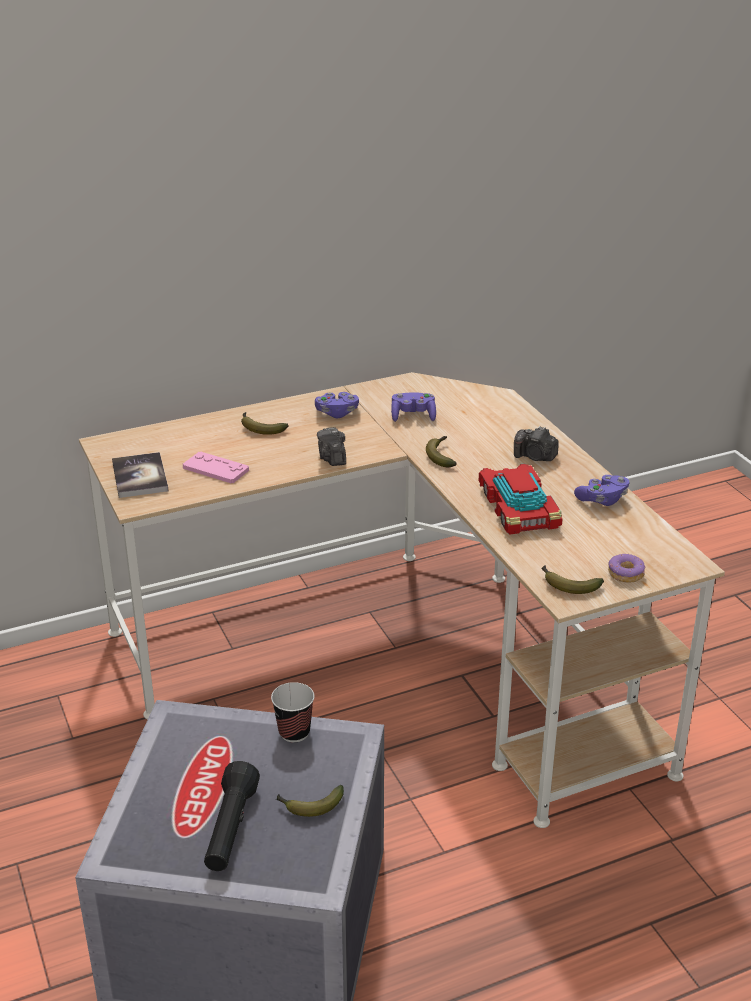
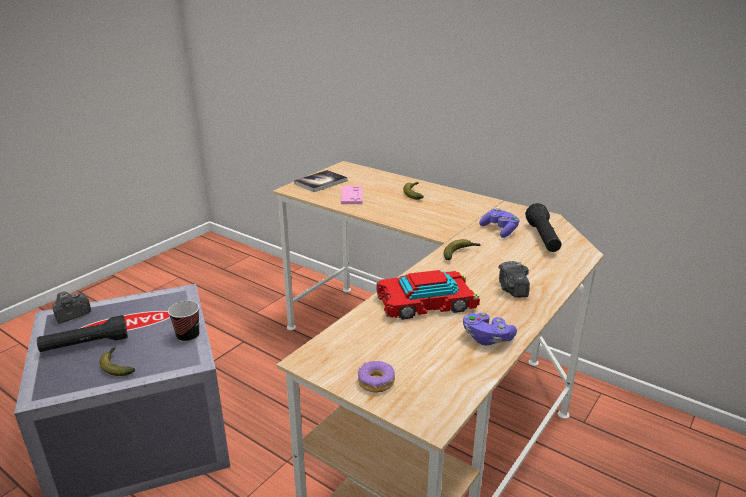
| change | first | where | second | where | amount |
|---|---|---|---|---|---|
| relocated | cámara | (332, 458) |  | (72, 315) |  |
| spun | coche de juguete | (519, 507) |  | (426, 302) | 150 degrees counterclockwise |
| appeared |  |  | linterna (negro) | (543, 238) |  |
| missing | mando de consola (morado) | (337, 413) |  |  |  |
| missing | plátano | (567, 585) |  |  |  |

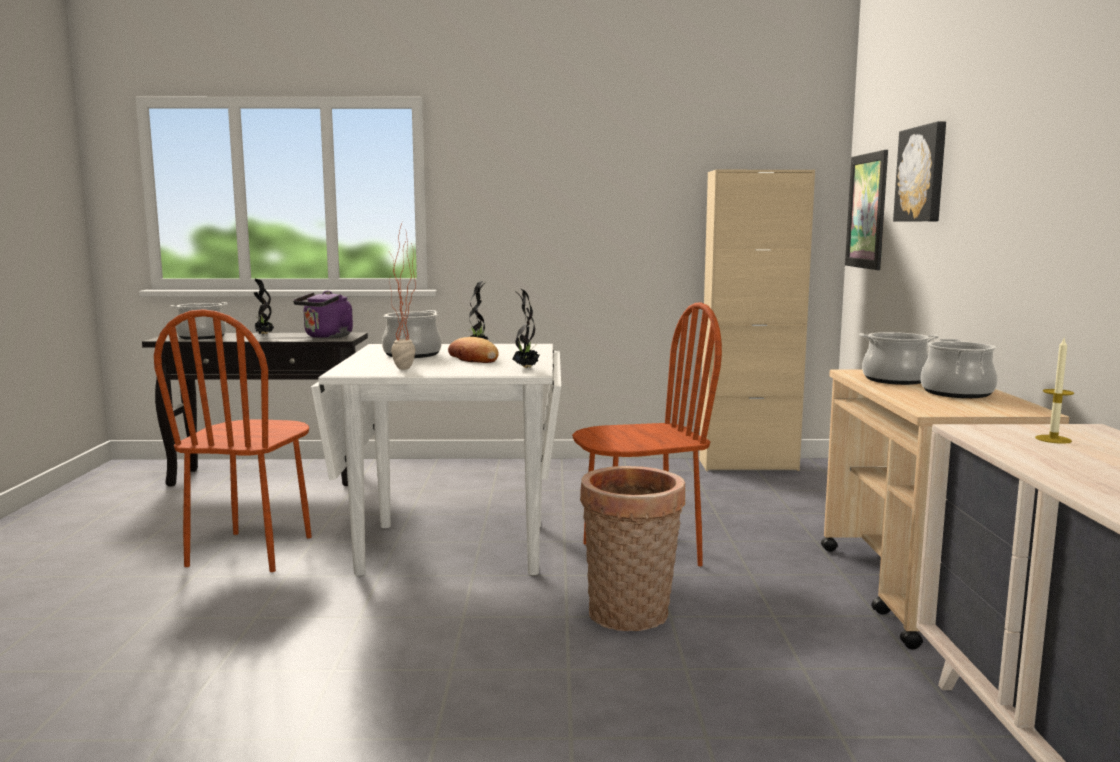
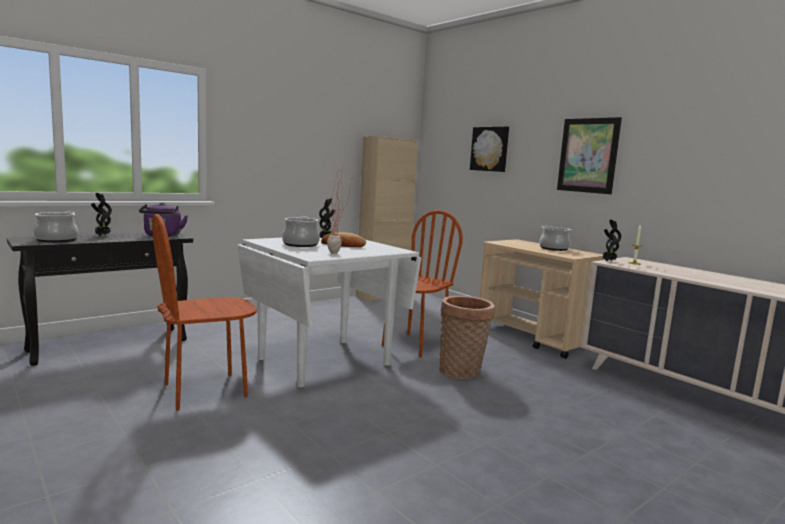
| change | first | where | second | where | amount |
|---|---|---|---|---|---|
| spun | silla (marrón) | (251, 551) |  | (205, 391) | 90 degrees clockwise |
| relocated | cuadro | (866, 211) |  | (588, 155) |  |
| relocated | planta en maceta | (525, 368) |  | (608, 261) |  |
| missing | olla | (895, 380) |  |  |  |

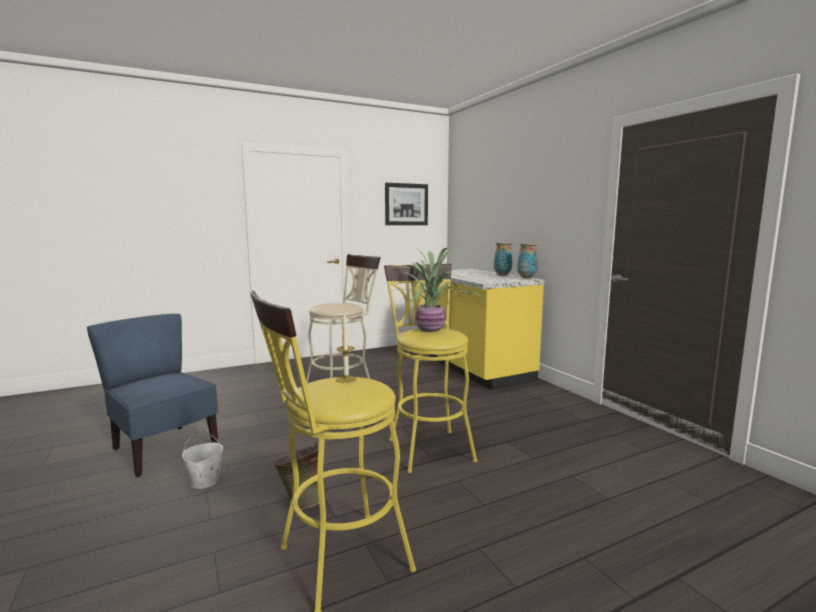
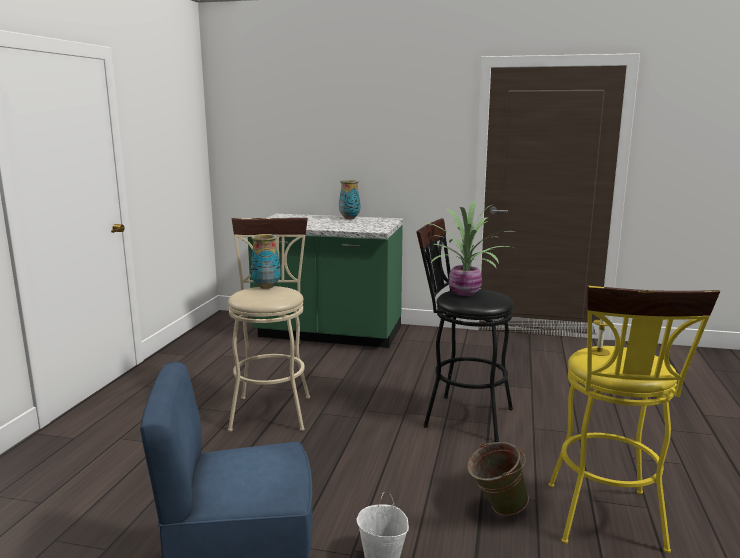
| change | first | where | second | where | amount |
|---|---|---|---|---|---|
| colour | mueble bajo de cocina (amarillo) | (474, 369) | mueble bajo de cocina (verde) | (329, 334) |  |
| relocated | florero | (526, 278) |  | (266, 287) |  |
| colour | taburete (amarillo) | (428, 446) | taburete (negro) | (460, 416) |  |
| missing | cuadro | (406, 204) |  |  |  |

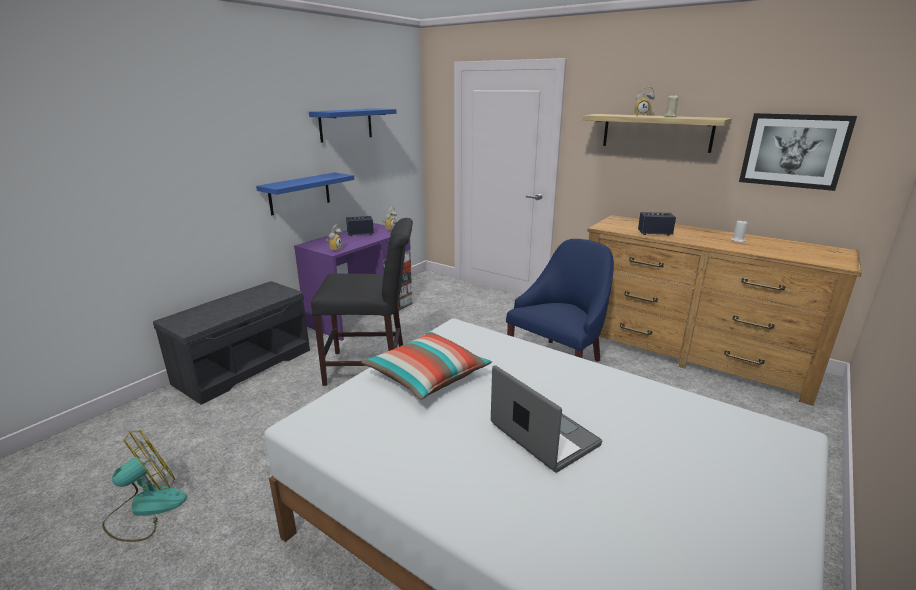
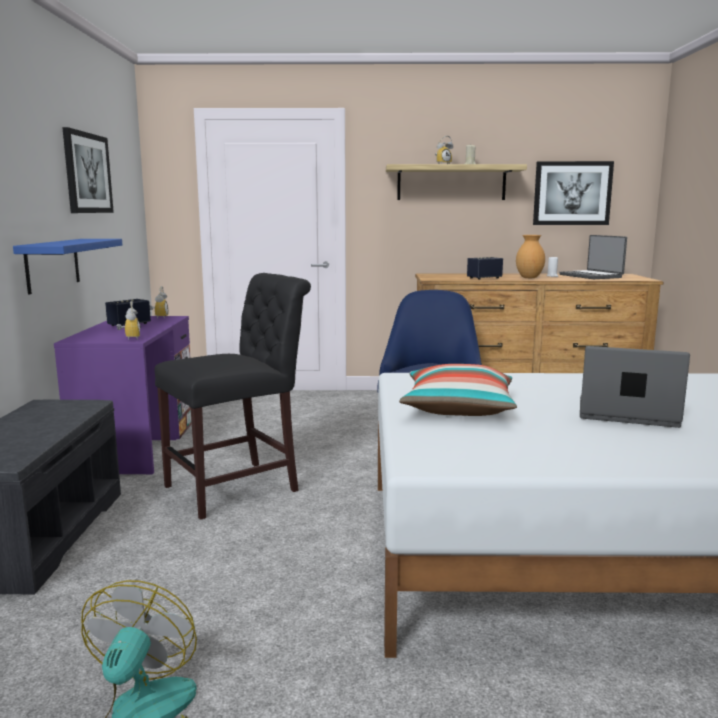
| change | first | where | second | where | amount |
|---|---|---|---|---|---|
| exchanged | estante (azul) | (346, 124) | cuadro | (87, 173) |  |
| appeared |  |  | florero (marrón) | (528, 278) |  |
| appeared |  |  | portátil | (591, 276) |  |

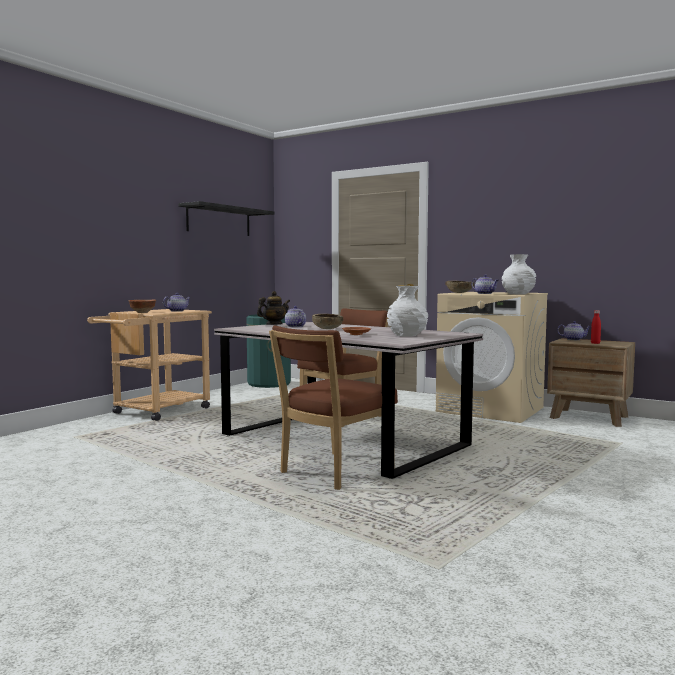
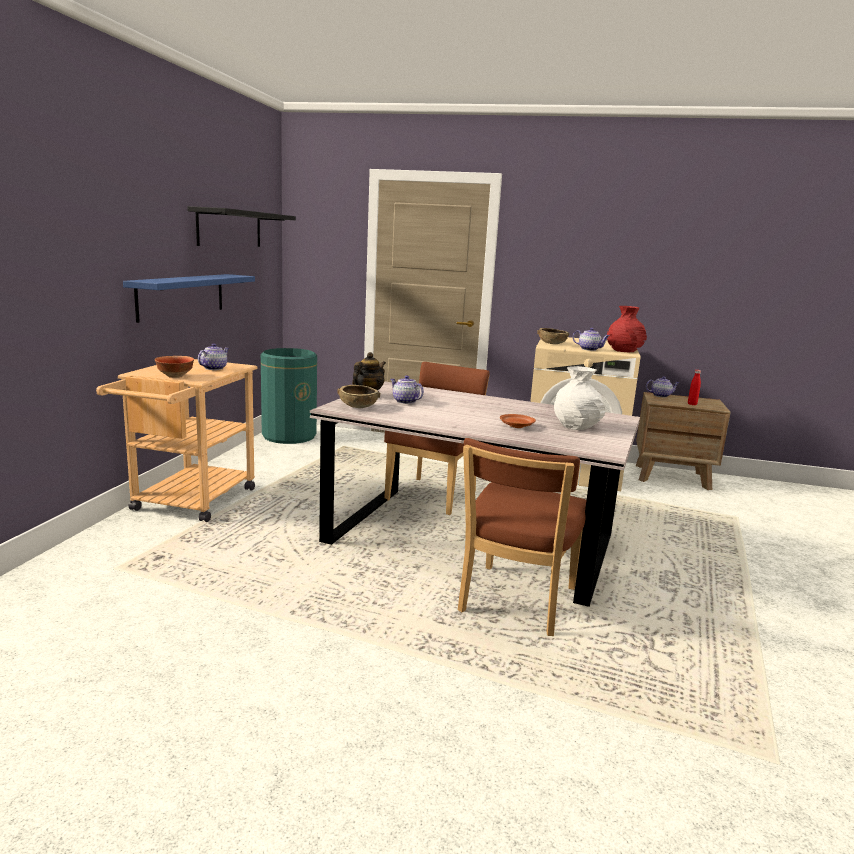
| change | first | where | second | where | amount |
|---|---|---|---|---|---|
| appeared |  |  | estante (azul) | (182, 296) |  |
| relocated | cuenco (marrón) | (327, 329) |  | (358, 406) |  |
| colour | florero (blanco) | (519, 294) | florero (rojo) | (624, 350) |  |

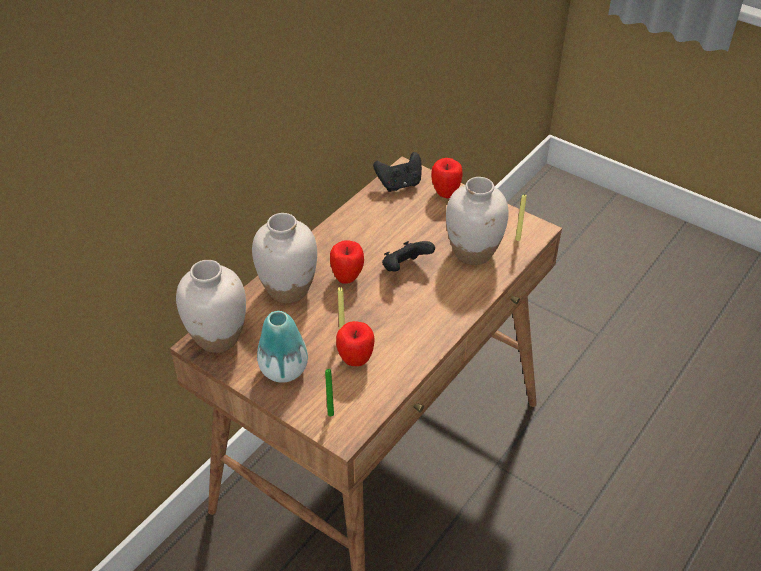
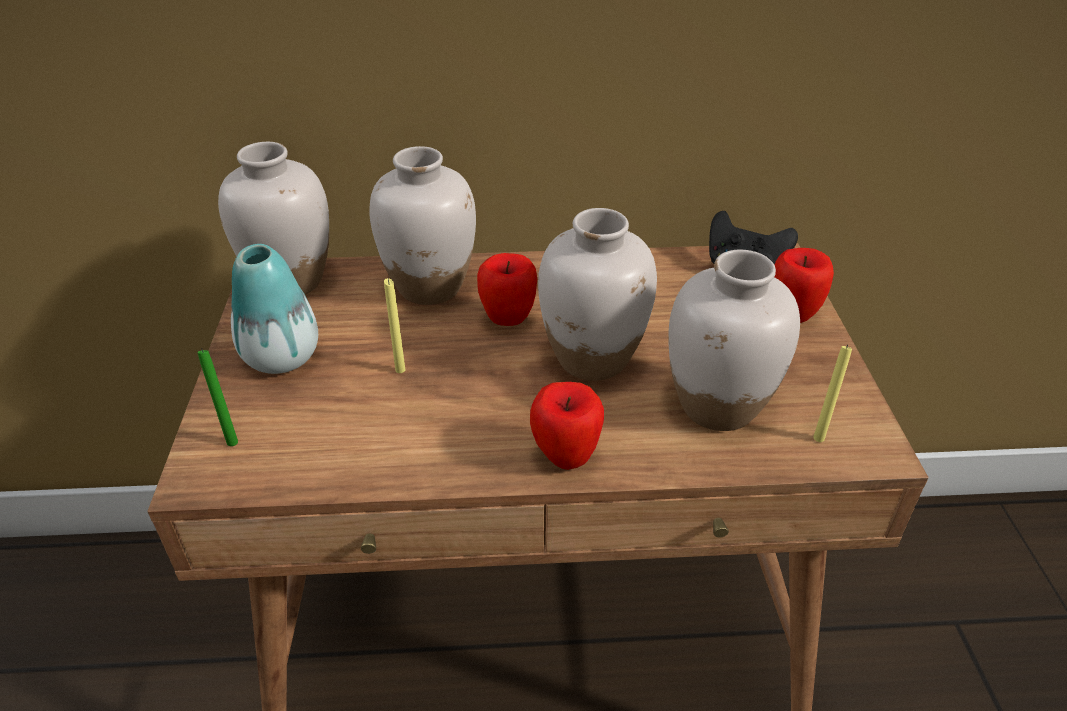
| change | first | where | second | where | amount |
|---|---|---|---|---|---|
| relocated | manzana | (355, 361) |  | (565, 458) |  |
| exchanged | mando de consola (negro) | (405, 268) | florero (blanco) | (593, 358) |  |

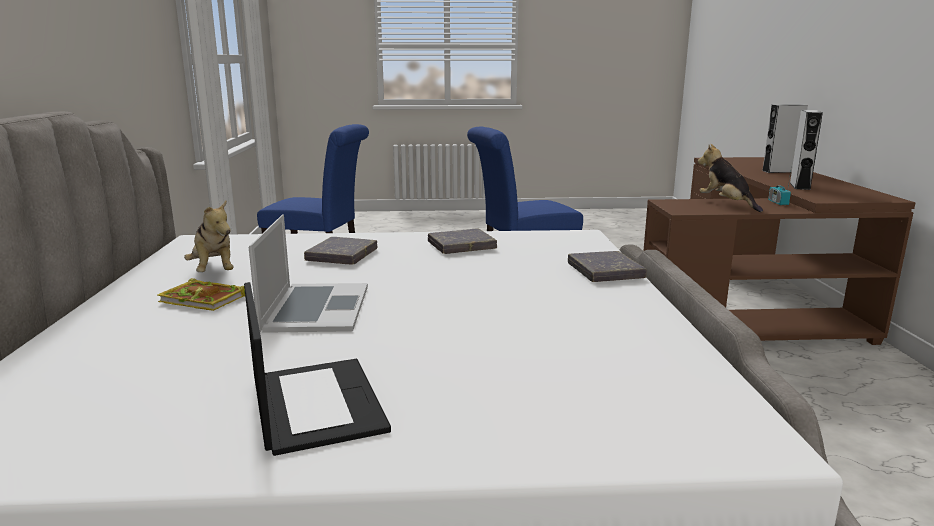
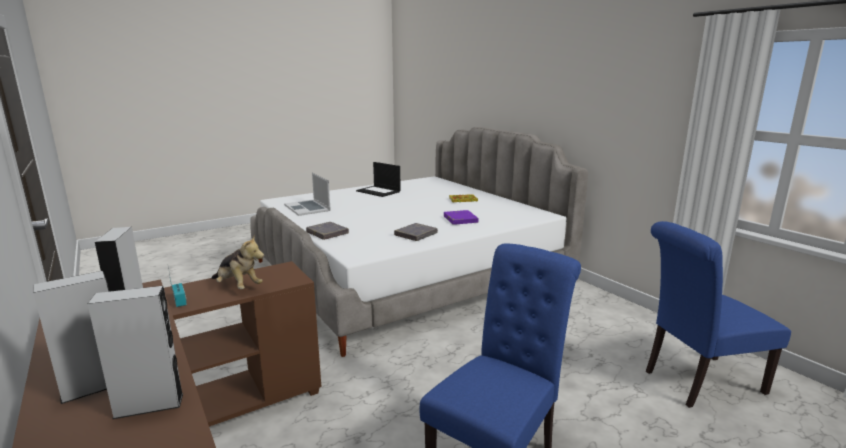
| change | first | where | second | where | amount |
|---|---|---|---|---|---|
| appeared |  |  | altavoz (gris) | (149, 405) |  |
| relocated | portátil | (315, 308) |  | (307, 208) |  |
| colour | libro (gris) | (342, 255) | libro (morado) | (460, 220) |  |
| missing | peluche | (214, 272) |  |  |  |

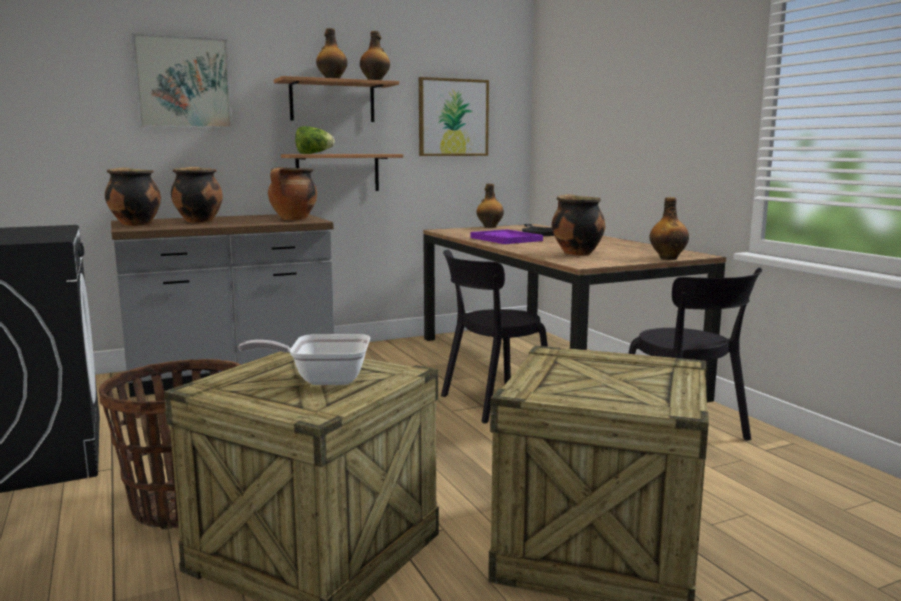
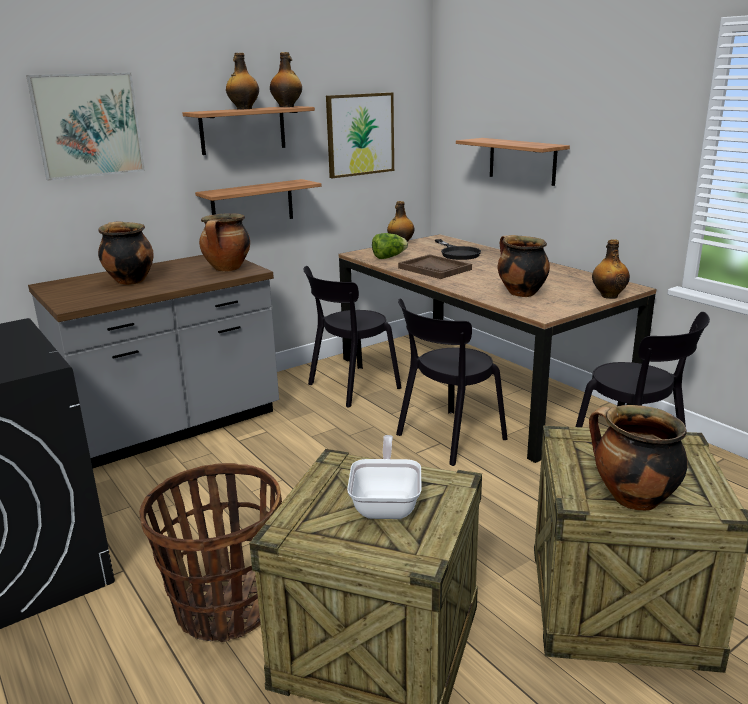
| change | first | where | second | where | amount |
|---|---|---|---|---|---|
| appeared |  |  | silla (negro) | (350, 387) |  |
| spun | sartén | (322, 379) |  | (387, 503) | 105 degrees clockwise |
| relocated | lechuga | (313, 153) |  | (389, 257) |  |
| colour | bandeja (morado) | (506, 239) | bandeja (marrón) | (435, 269) |  |
| appeared |  |  | estante | (522, 161) |  |
| relocated | olla | (134, 224) |  | (631, 499) |  |

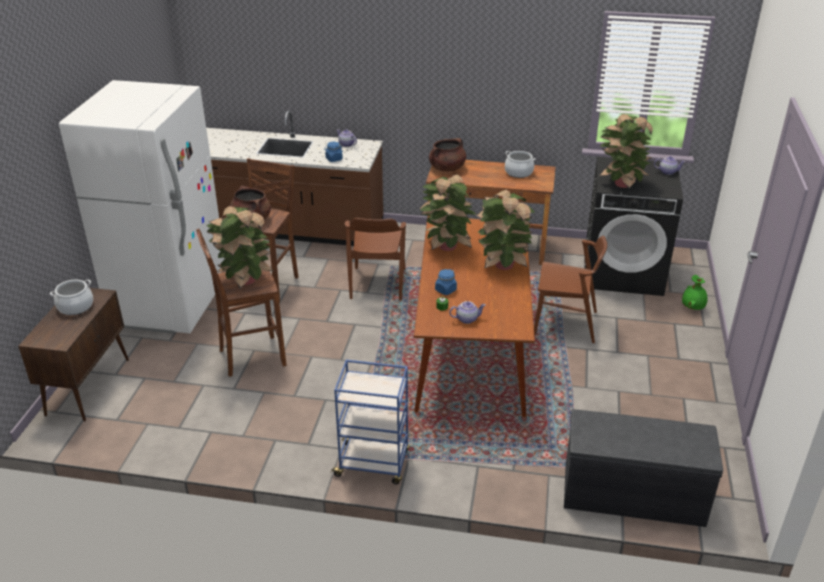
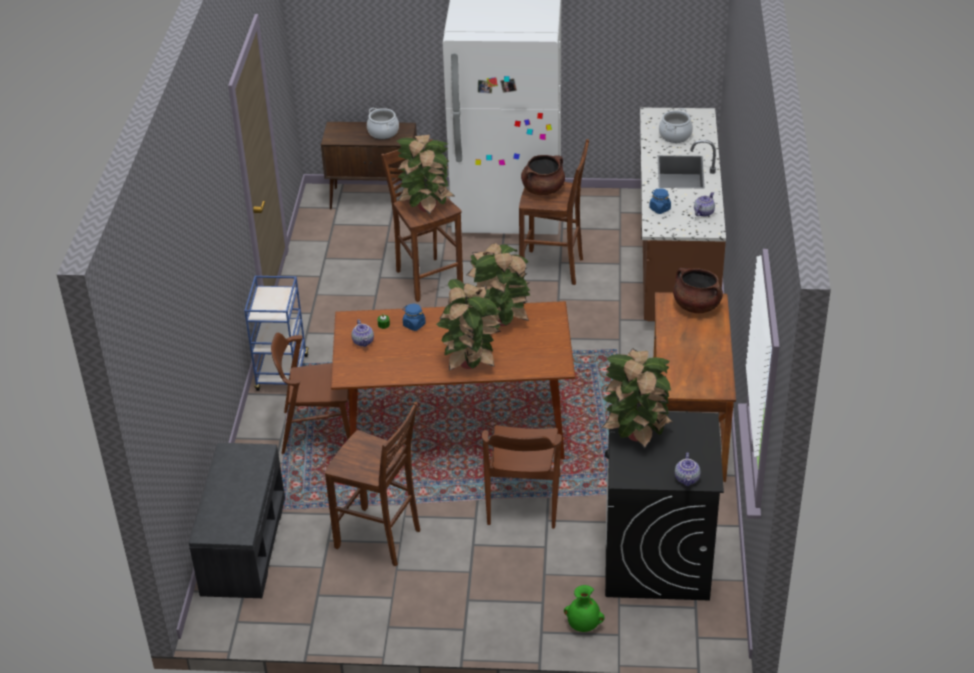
| change | first | where | second | where | amount |
|---|---|---|---|---|---|
| relocated | silla (marrón) | (377, 284) |  | (317, 430) |  |
| appeared |  |  | taburete (marrón) | (380, 539) |  |
| relocated | olla | (518, 172) |  | (675, 135) |  |

